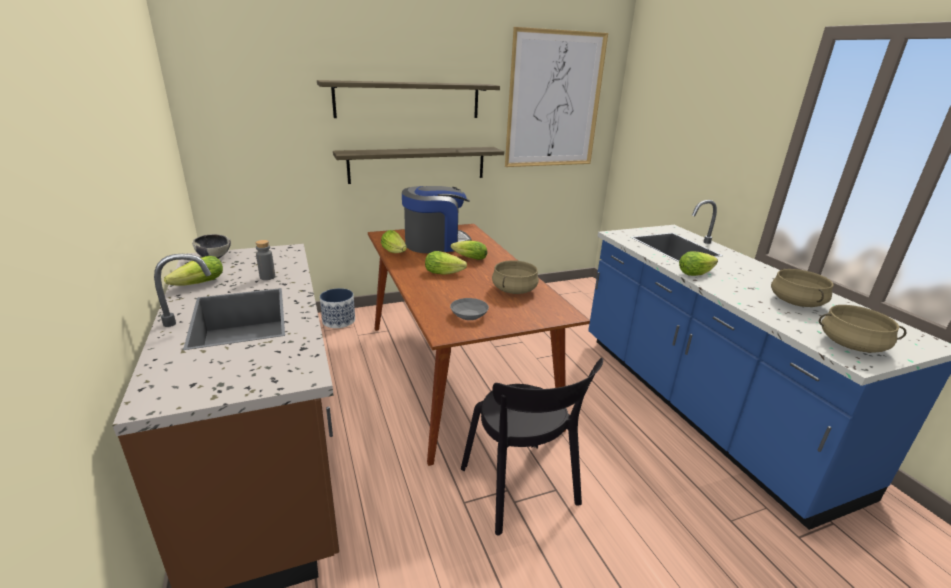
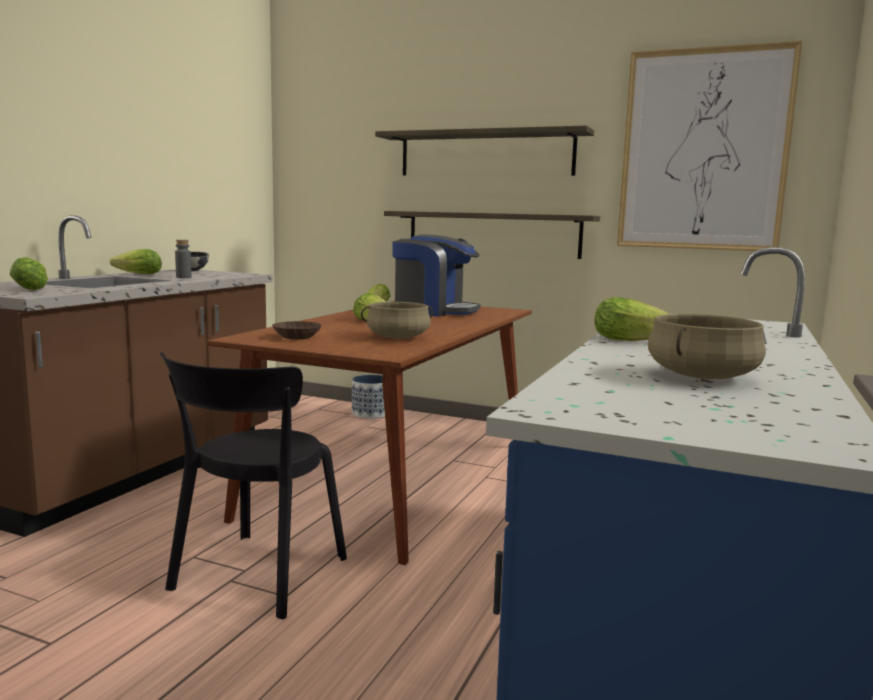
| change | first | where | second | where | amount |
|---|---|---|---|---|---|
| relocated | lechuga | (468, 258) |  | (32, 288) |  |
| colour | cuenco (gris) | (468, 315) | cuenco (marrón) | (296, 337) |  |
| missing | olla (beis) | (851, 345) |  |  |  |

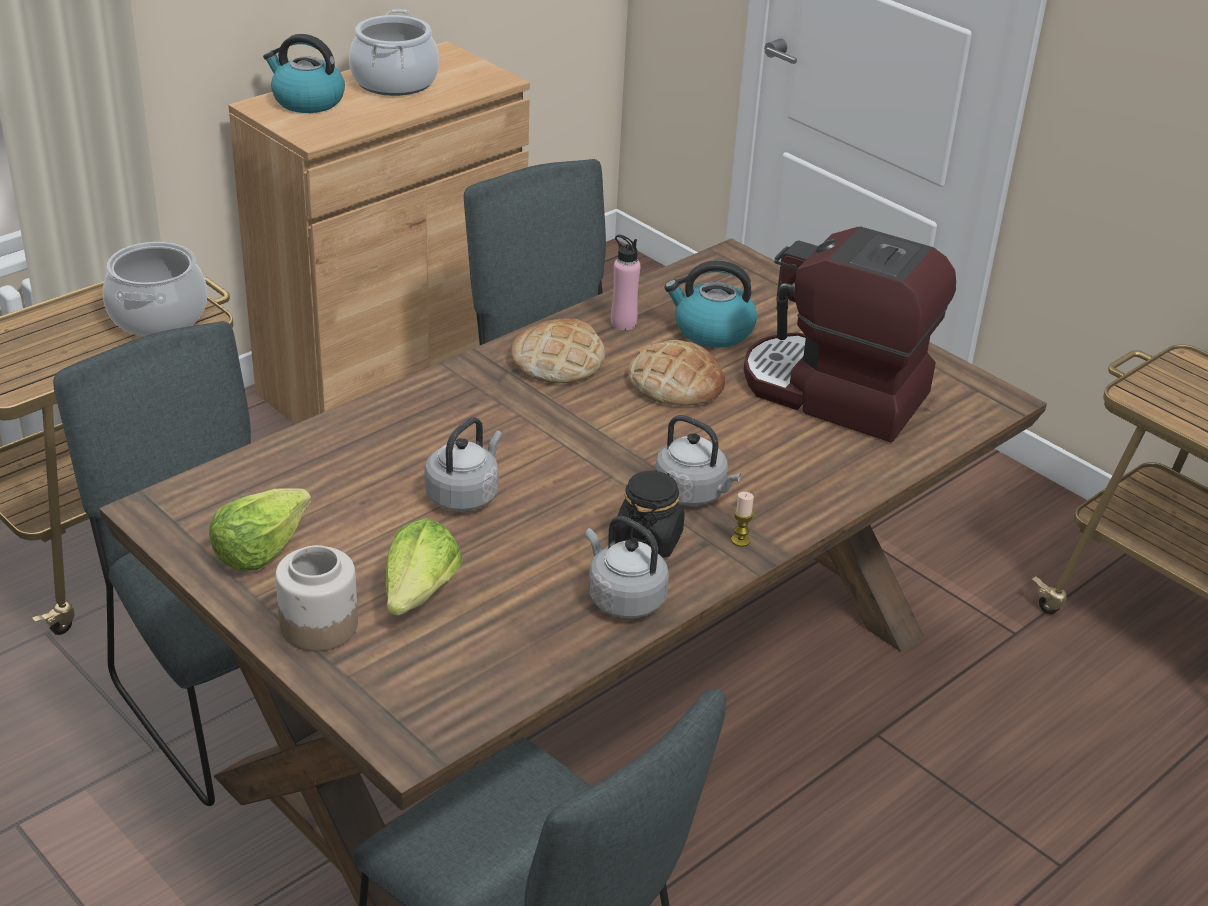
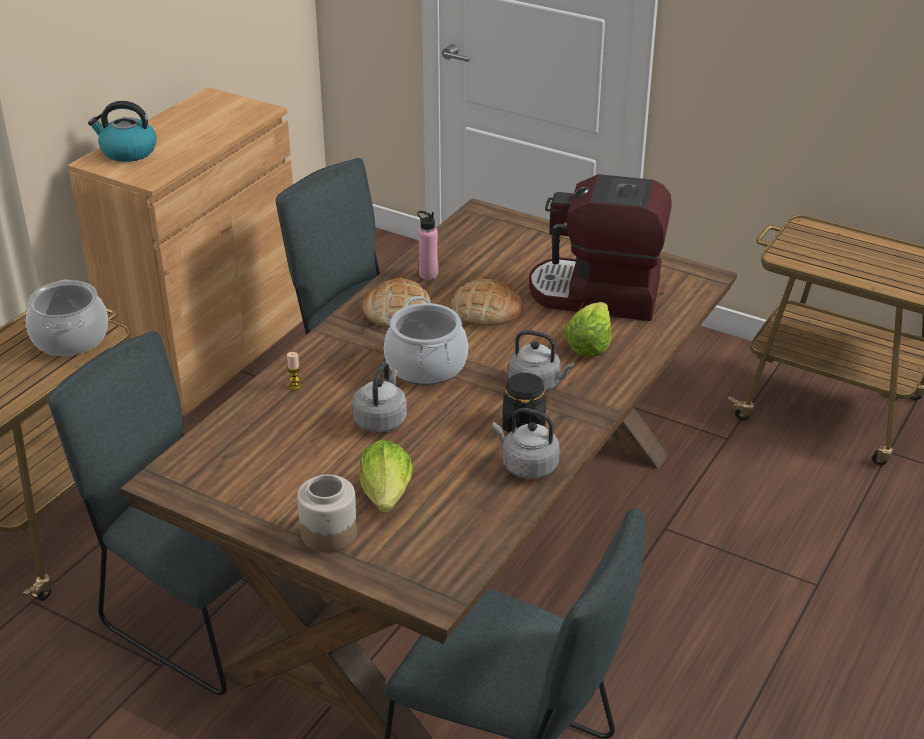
| change | first | where | second | where | amount |
|---|---|---|---|---|---|
| relocated | vela | (740, 540) |  | (295, 386) |  |
| relocated | olla | (395, 82) |  | (426, 365) |  |
| relocated | lechuga | (260, 549) |  | (589, 344) |  |
| missing | hervidor | (712, 331) |  |  |  |

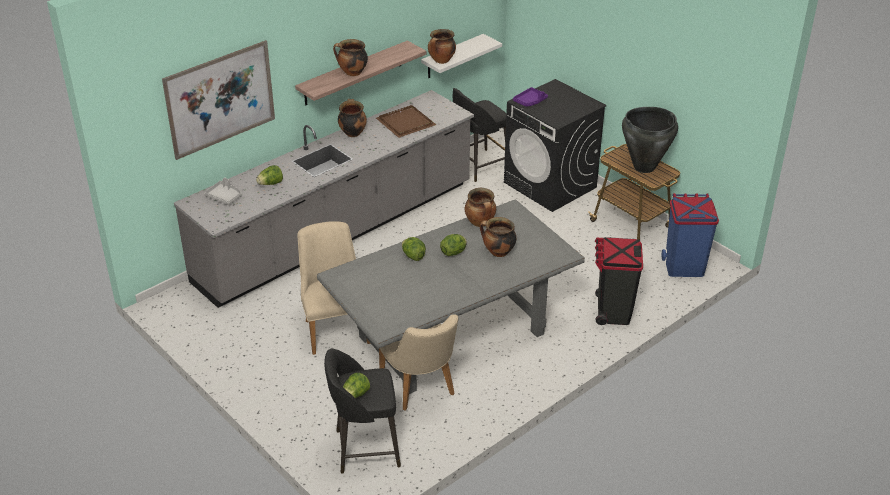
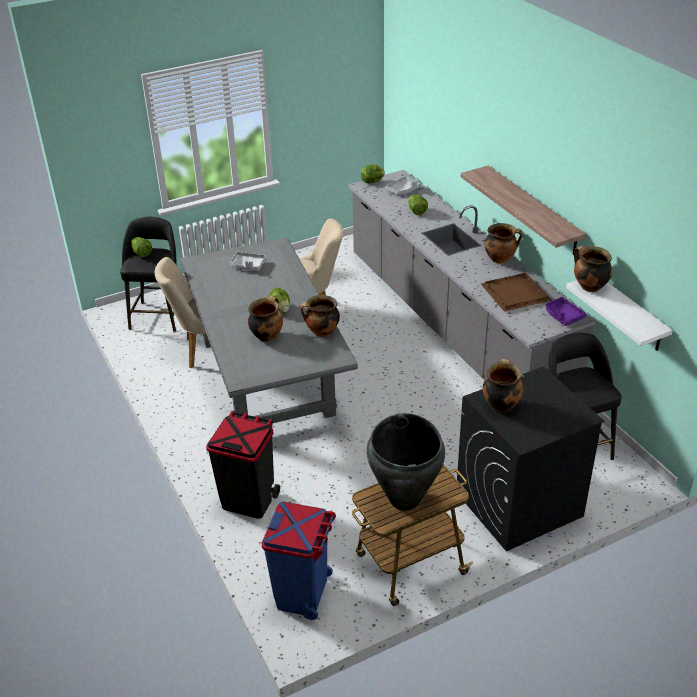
| change | first | where | second | where | amount |
|---|---|---|---|---|---|
| appeared |  |  | bandeja (gris) | (248, 265) |  |
| relocated | lechuga | (413, 256) |  | (372, 181) |  |
| relocated | olla | (352, 73) |  | (500, 404) |  |
| relocated | bandeja (morado) | (530, 101) |  | (563, 316) |  |
| missing | cuadro | (220, 99) |  |  |  |

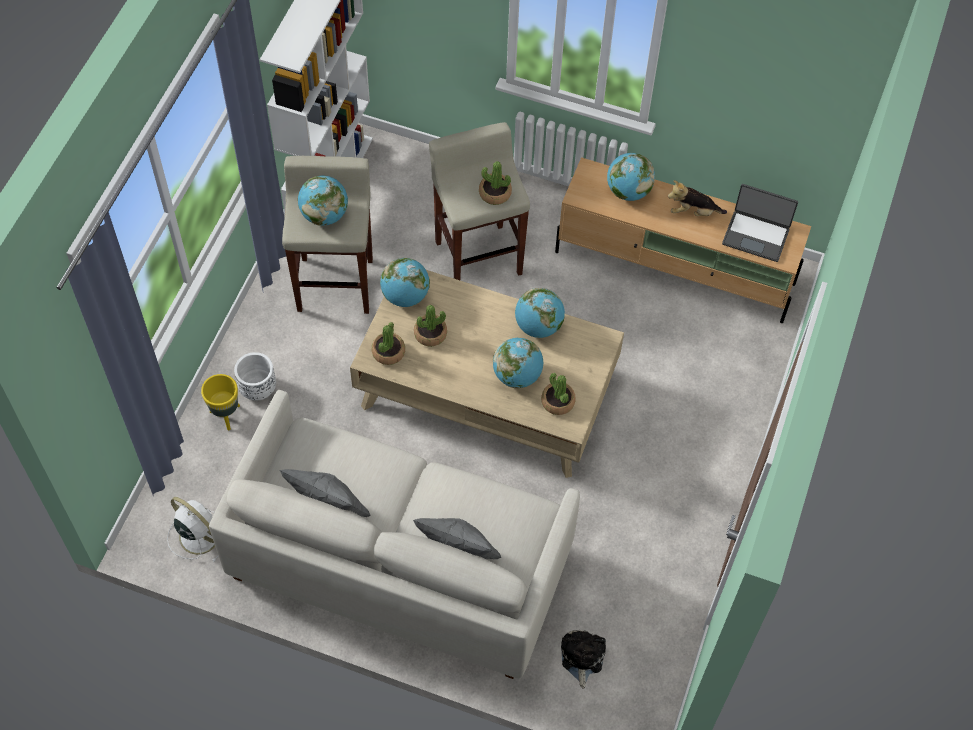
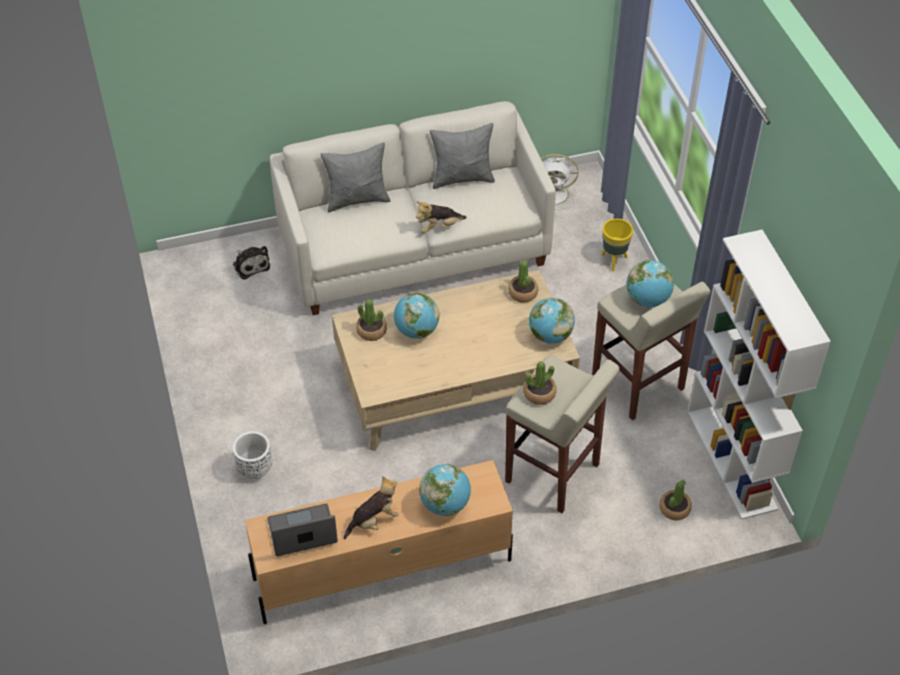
| change | first | where | second | where | amount |
|---|---|---|---|---|---|
| relocated | maceta (blanco) | (258, 388) |  | (255, 469) |  |
| appeared |  |  | peluche | (439, 227) |  |
| relocated | planta en maceta | (430, 334) |  | (674, 509) |  |
| missing | globo terráqueo | (538, 326) |  |  |  |

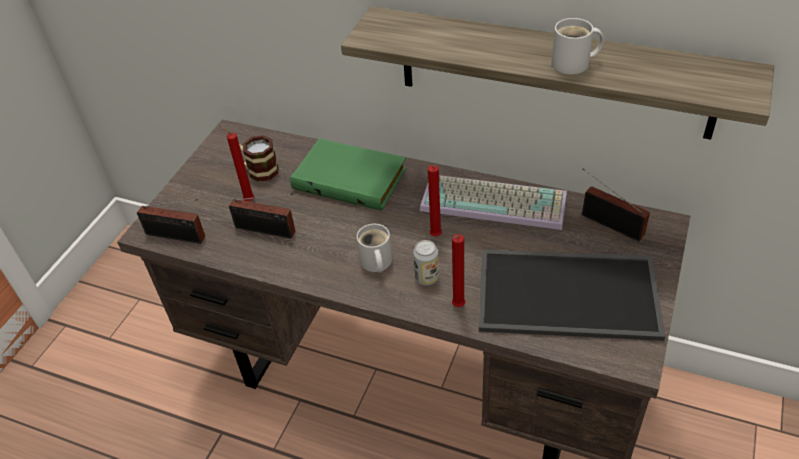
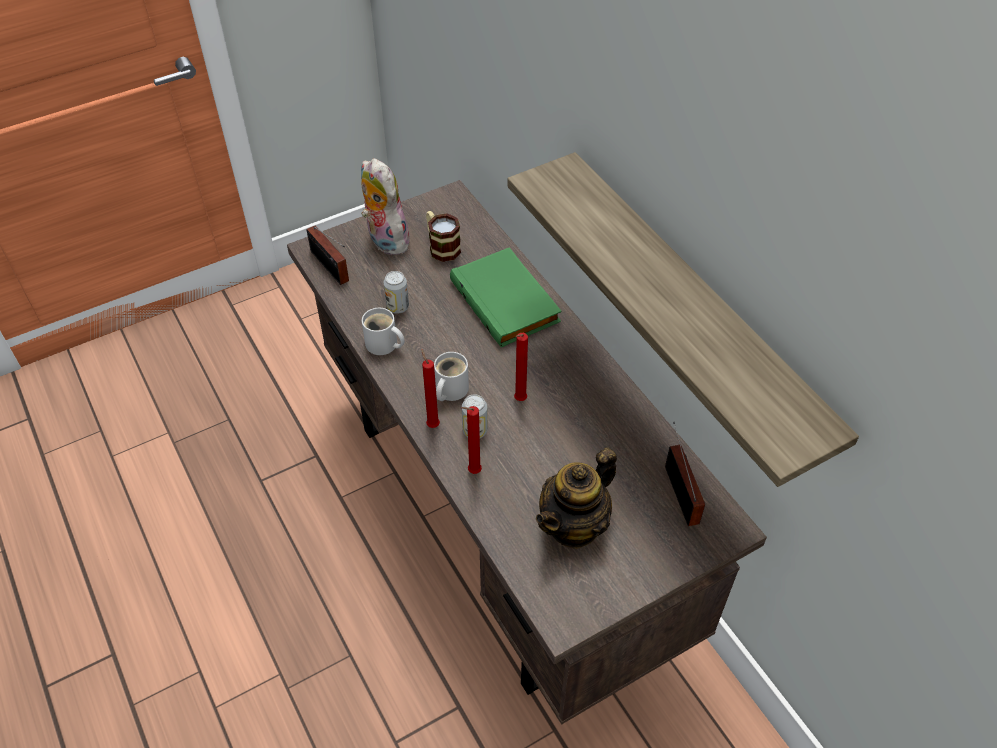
| change | first | where | second | where | amount |
|---|---|---|---|---|---|
| appeared |  |  | peluche | (385, 240) |  |
| relocated | taza grande (blanco) | (574, 64) |  | (383, 345) |  |
| exchanged | radio | (268, 231) | lata | (397, 307) |  |
| relocated | vela (rojo) | (247, 200) |  | (432, 424) |  |
| exchanged | bandeja | (569, 292) | tetera | (574, 525) |  |
| missing | teclado | (495, 201) |  |  |  |

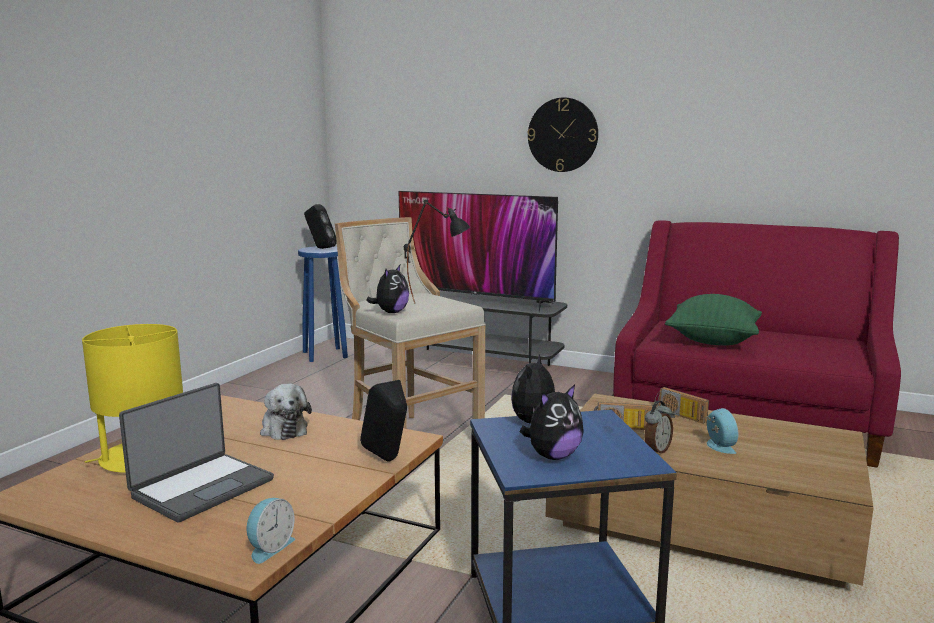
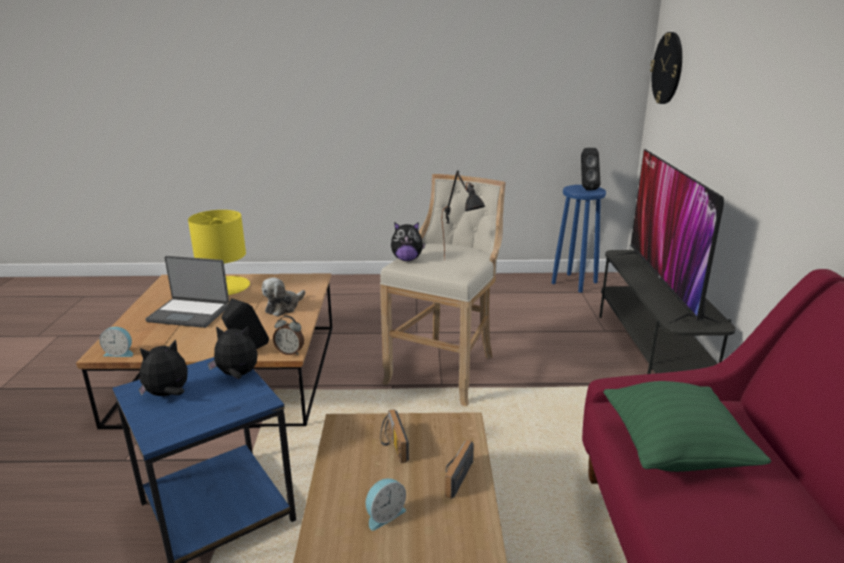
| change | first | where | second | where | amount |
|---|---|---|---|---|---|
| spun | peluche | (553, 456) |  | (168, 395) | 120 degrees clockwise |
| relocated | despertador | (656, 451) |  | (290, 352) |  |
| relocated | reloj de pared | (562, 135) |  | (667, 68) |  |

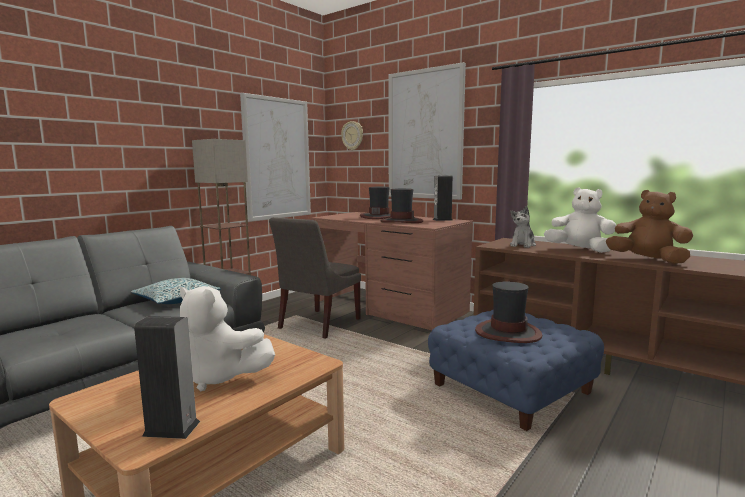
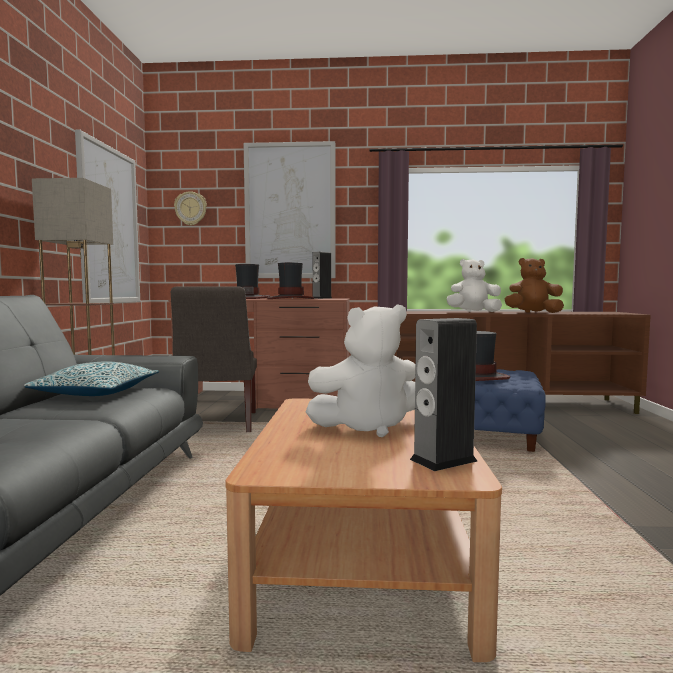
| change | first | where | second | where | amount |
|---|---|---|---|---|---|
| missing | peluche | (522, 245) |  |  |  |

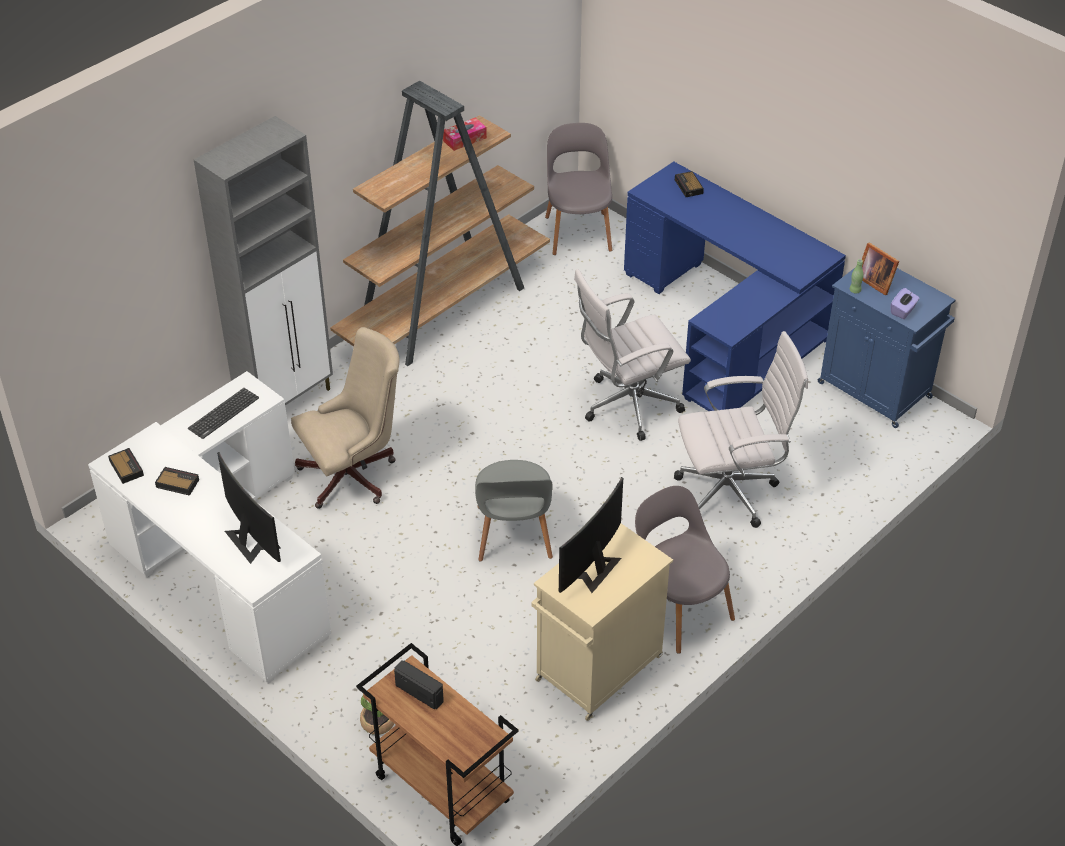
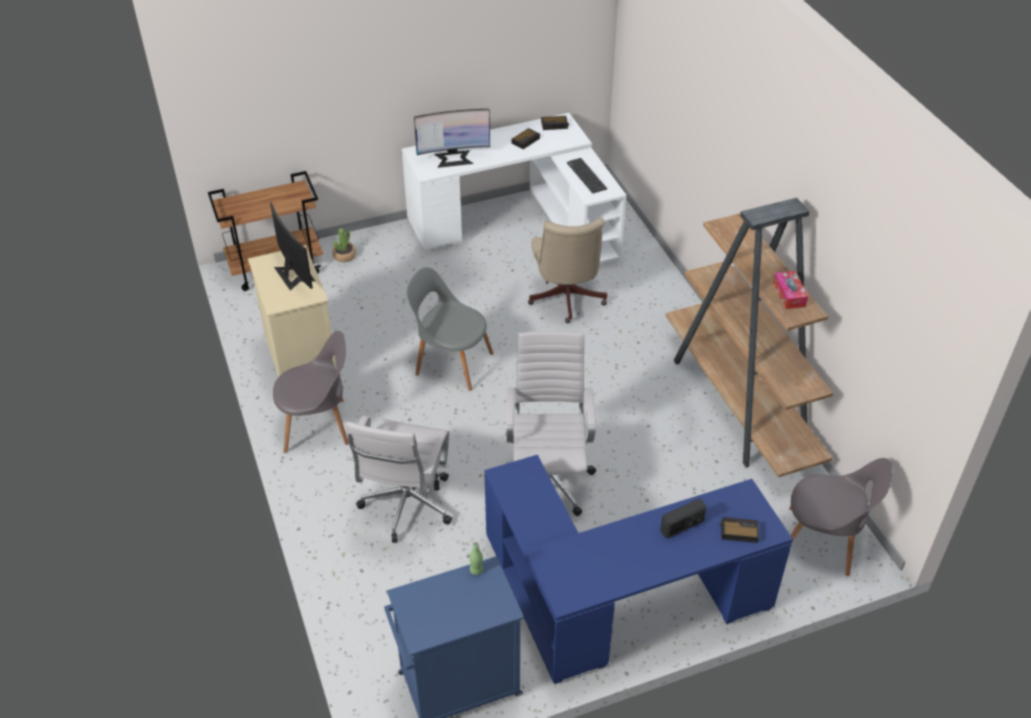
| change | first | where | second | where | amount |
|---|---|---|---|---|---|
| relocated | radio | (419, 693) |  | (682, 526) |  |
| missing | armario (gris) | (287, 401) |  |  |  |
| missing | portarretratos | (875, 281) |  |  |  |
| missing | caja de pañuelos (morado) | (903, 311) |  |  |  |

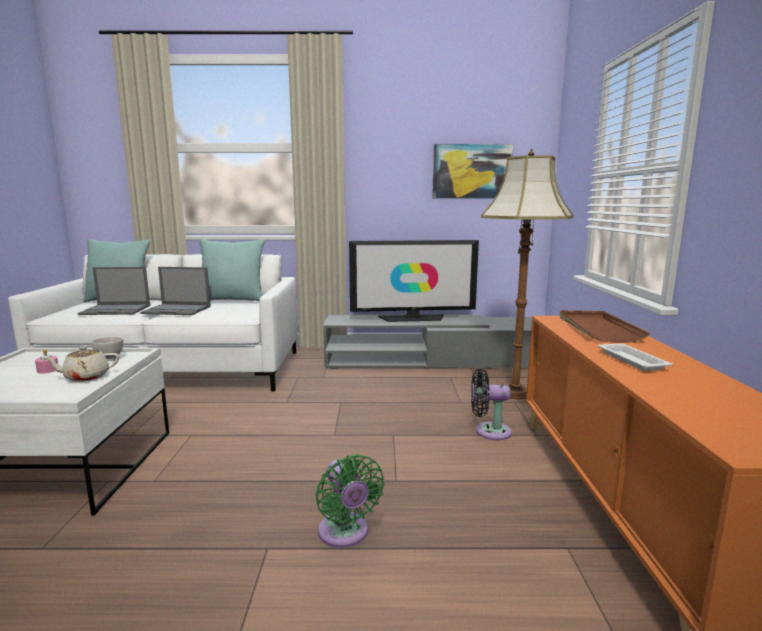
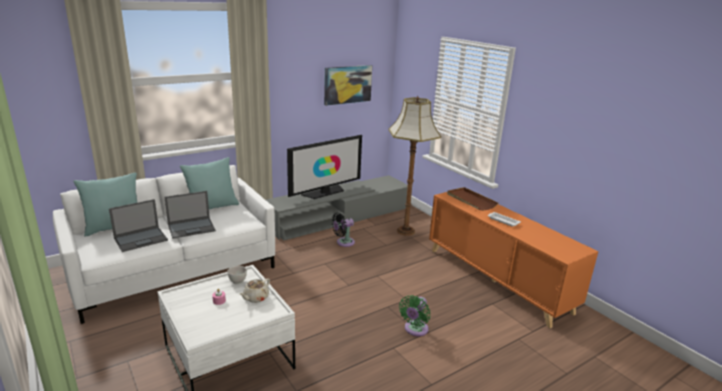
| change | first | where | second | where | amount |
|---|---|---|---|---|---|
| relocated | ventilador (negro) | (489, 431) |  | (343, 242) |  |
| spun | ventilador (verde) | (345, 534) |  | (415, 330) | 90 degrees clockwise |

